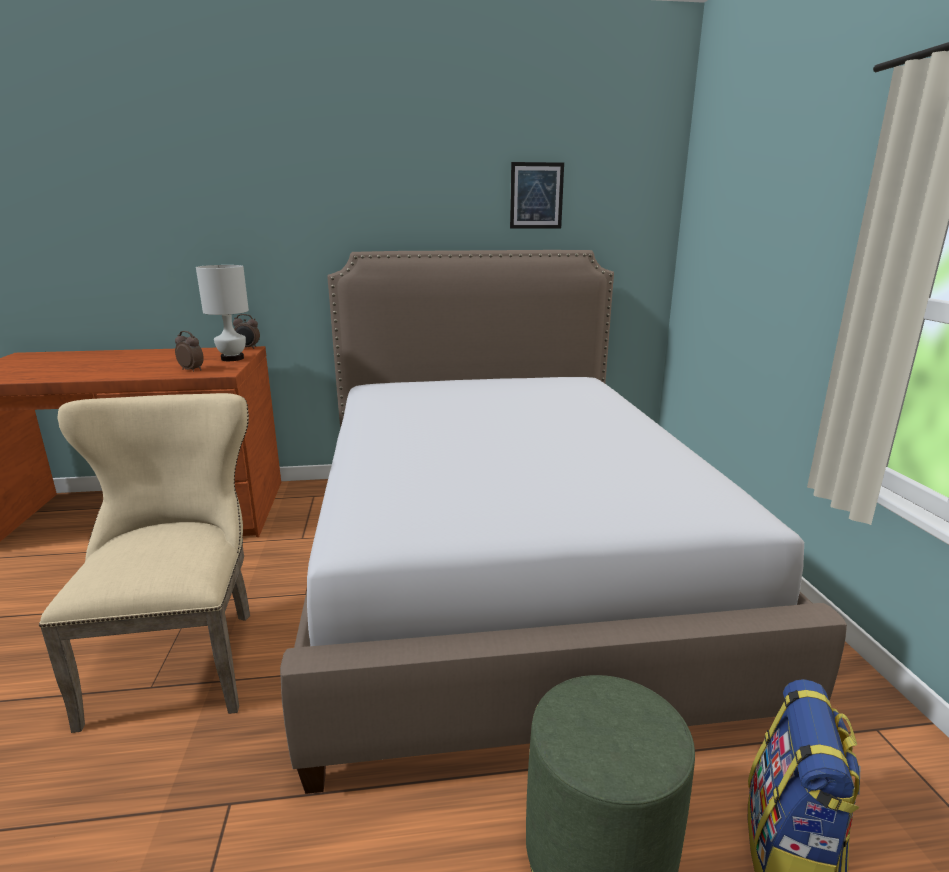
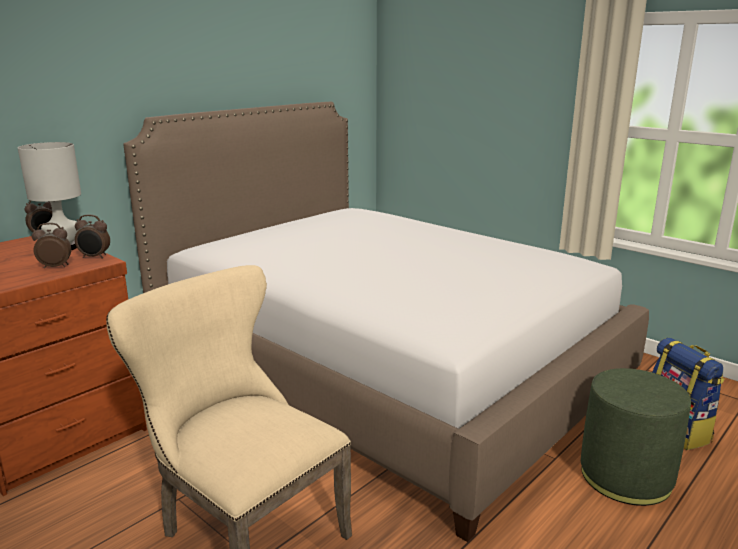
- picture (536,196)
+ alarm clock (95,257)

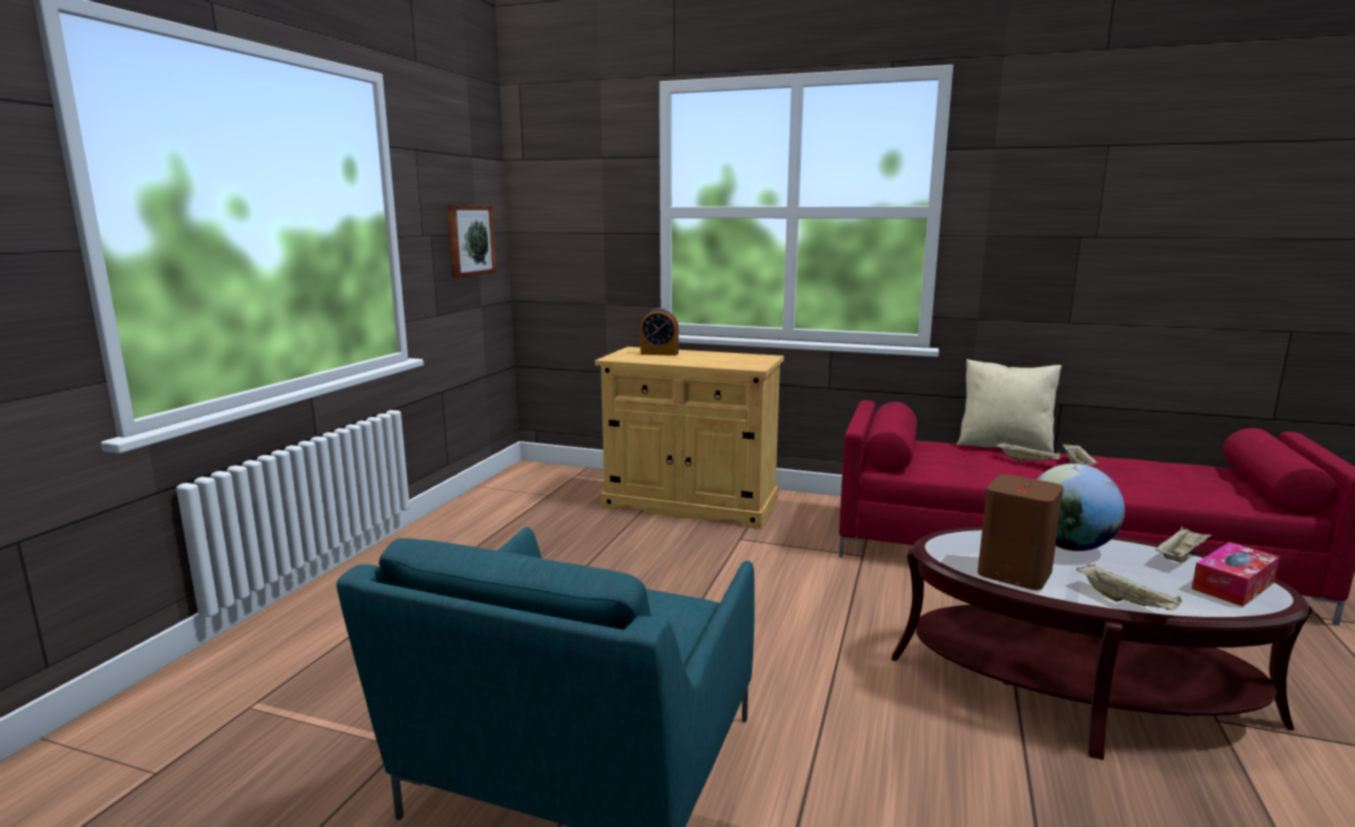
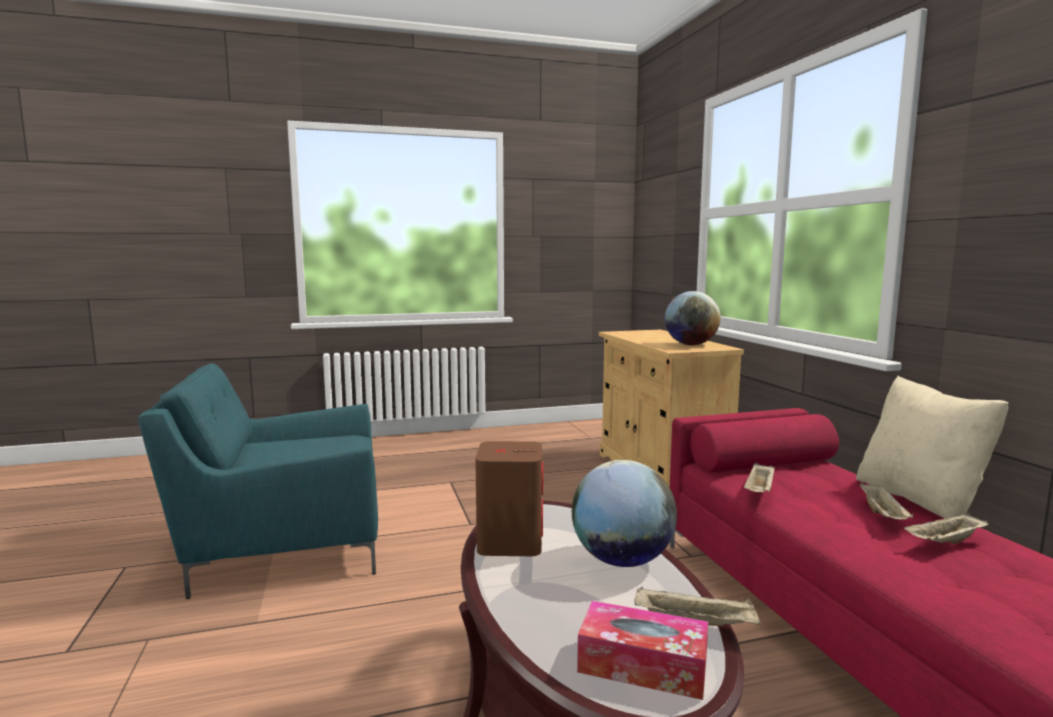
- picture (470,240)
- alarm clock (659,353)
~ beige tray (1126,602) to (759,491)
+ globe (691,344)

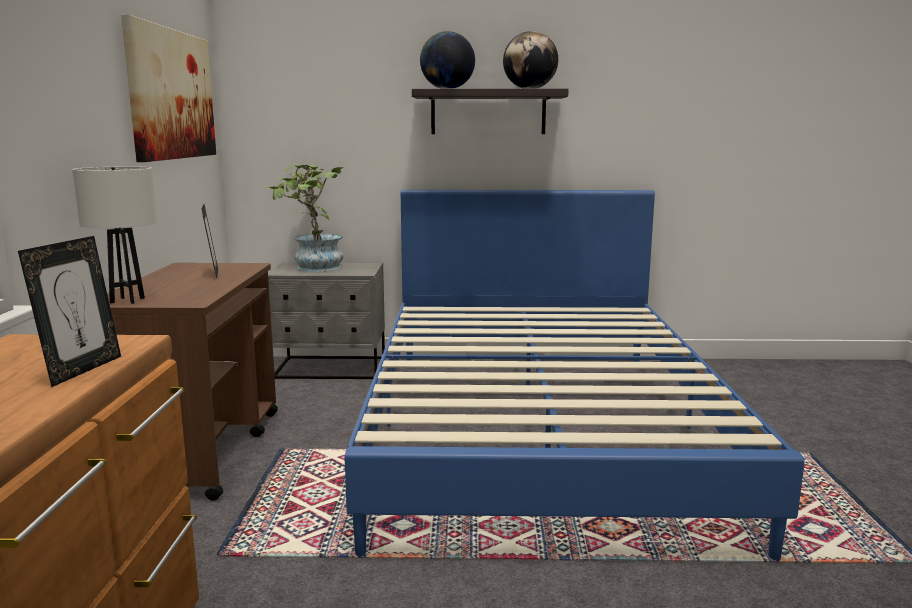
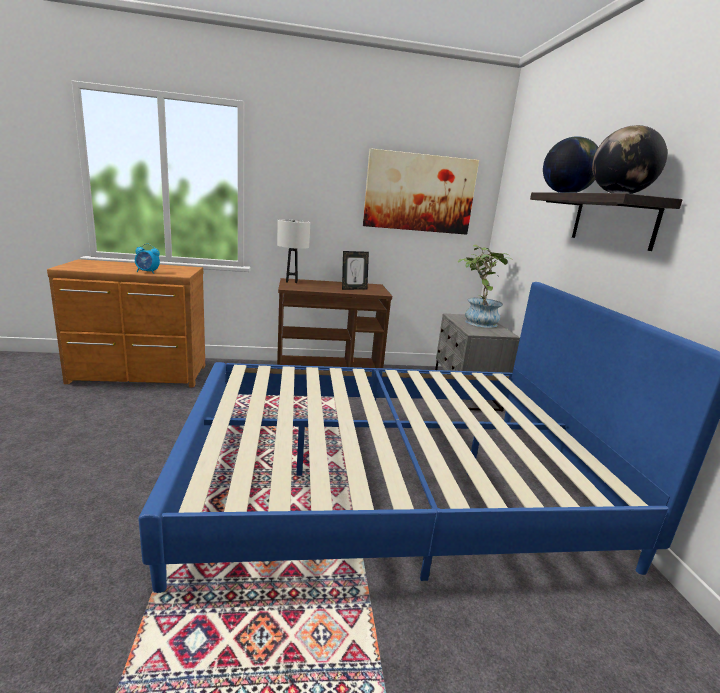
~ picture frame (81,370) to alarm clock (147,272)

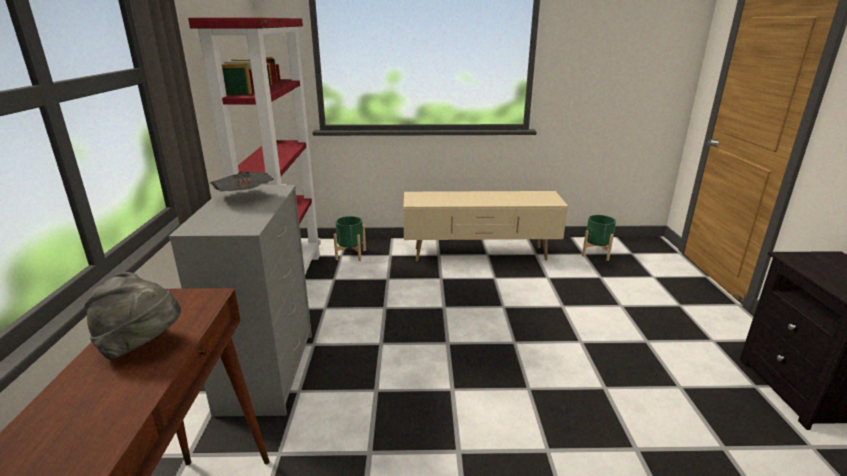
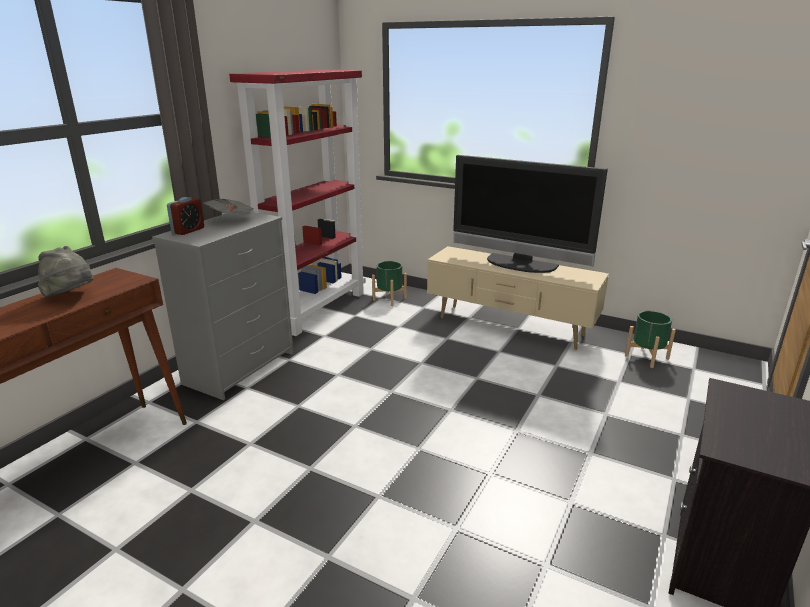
+ alarm clock (188,230)
+ television (519,264)

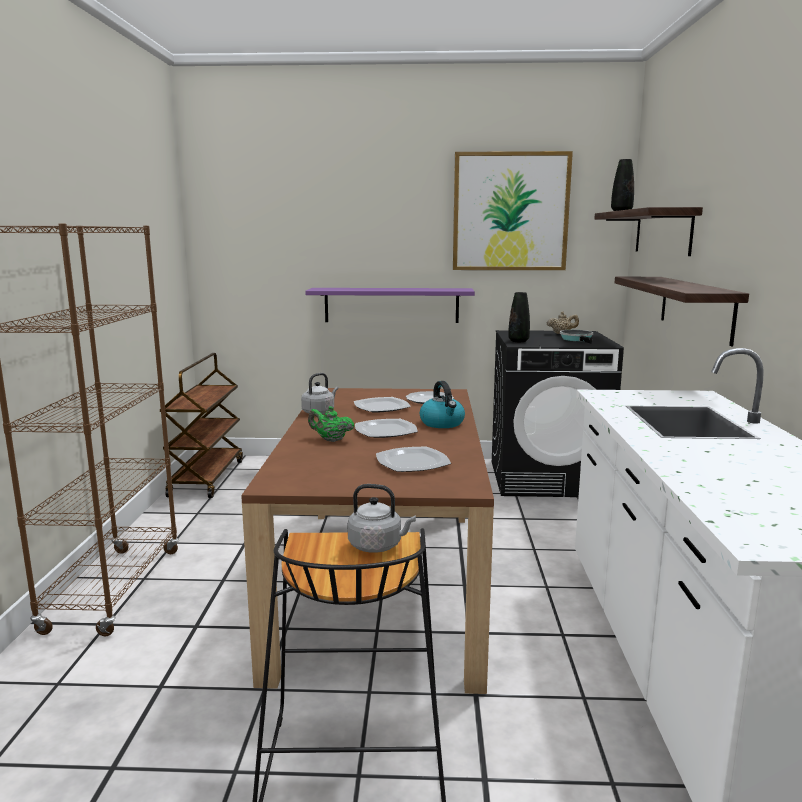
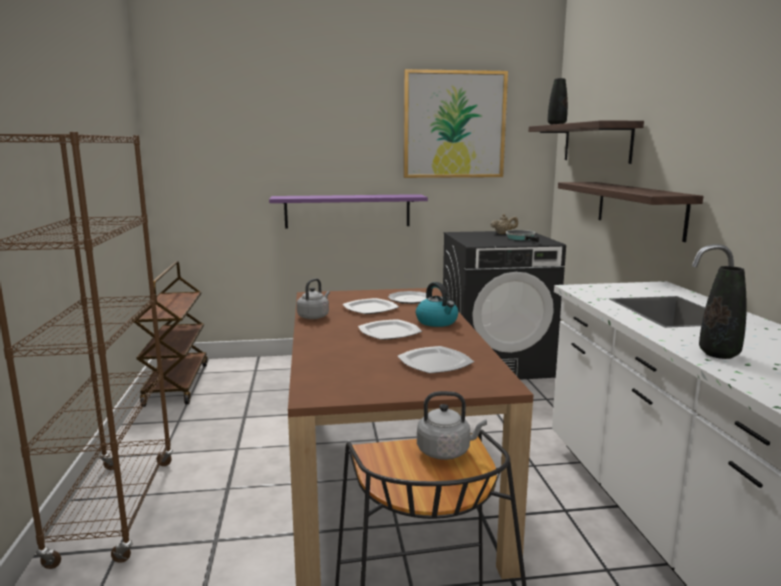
- green teapot (331,440)
~ black vase (518,341) to (719,354)

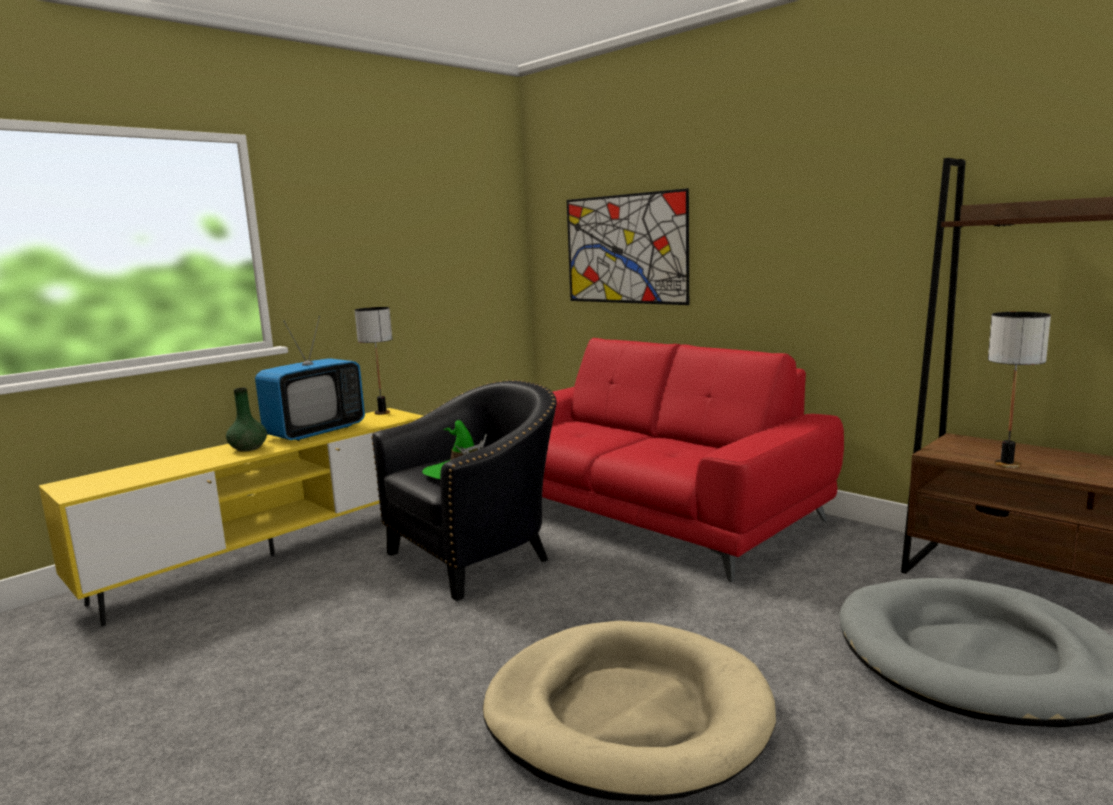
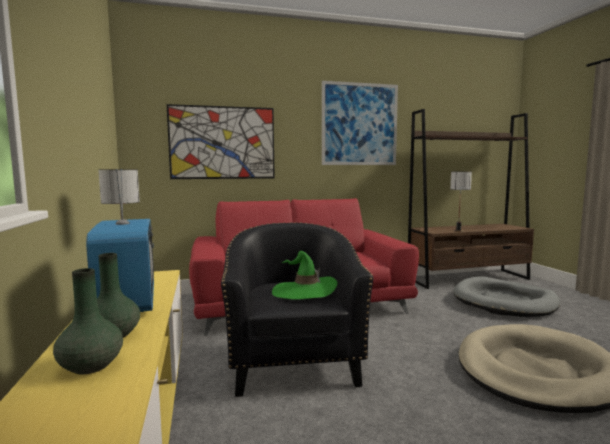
+ green vase (91,366)
+ picture (359,124)

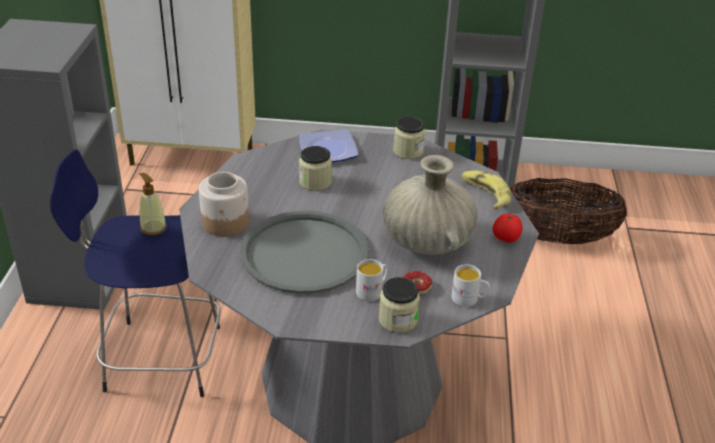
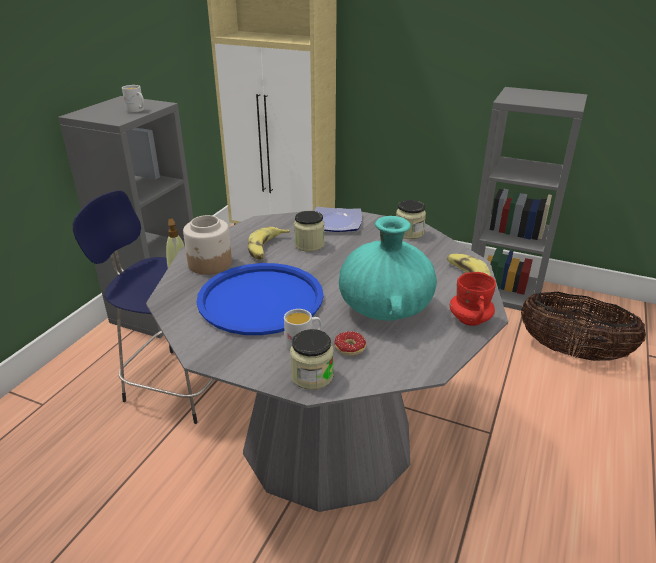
~ grey tray (304,253) to blue tray (260,299)
~ beige vase (427,240) to turquoise vase (385,308)
~ white mug (469,299) to (137,110)
~ tomato (506,238) to red mug (469,319)
+ banana (266,248)

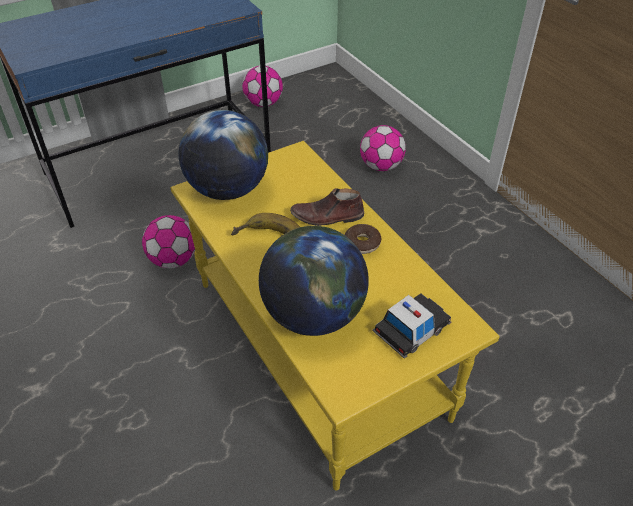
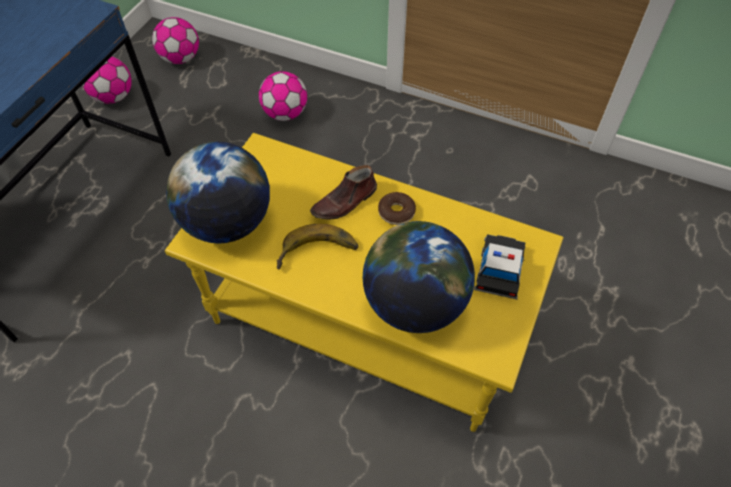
~ football (173,260) to (181,58)

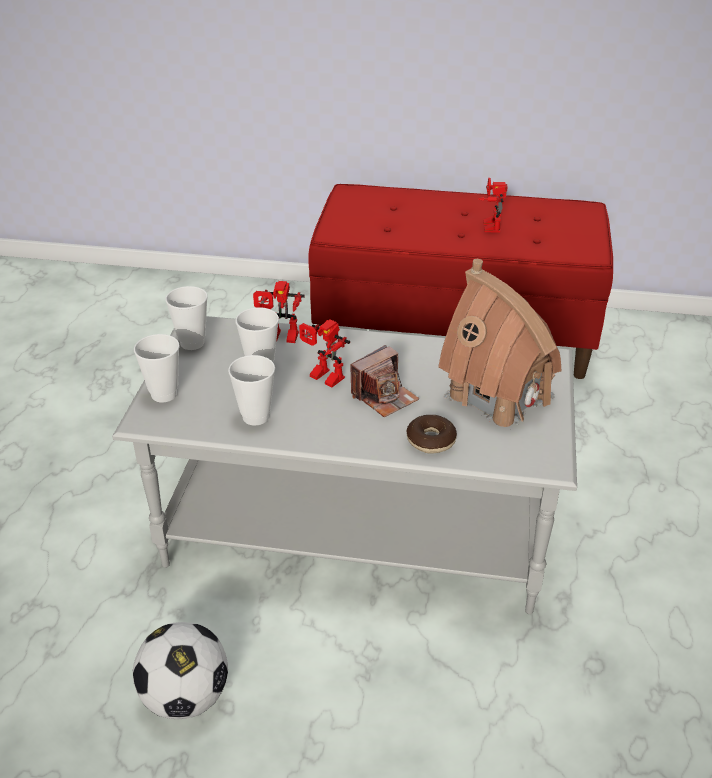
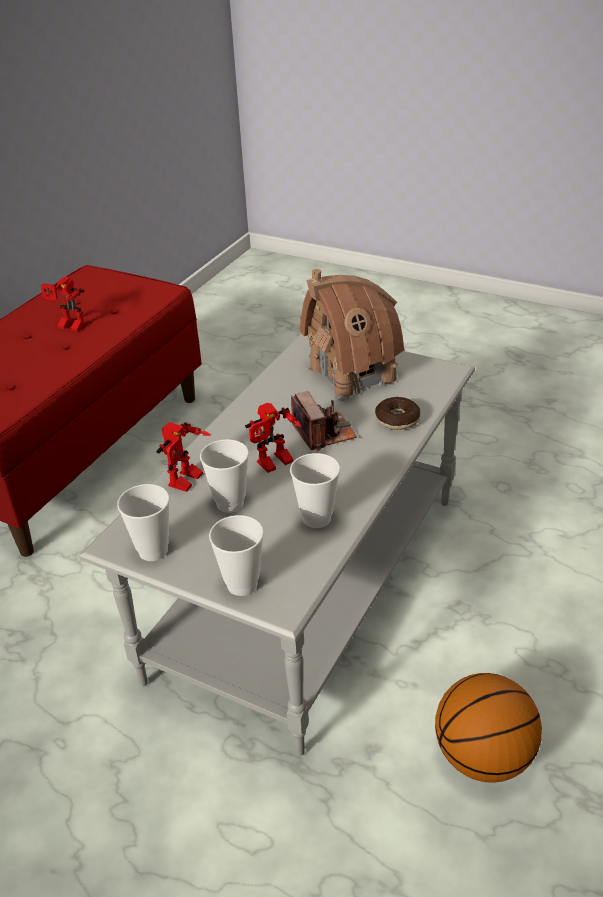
~ football (186,697) to basketball (482,756)

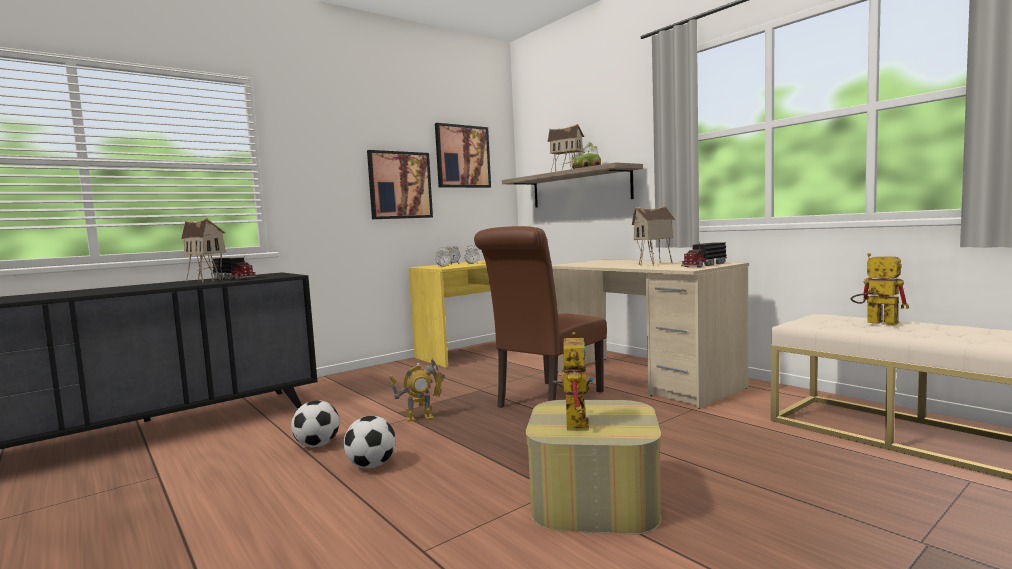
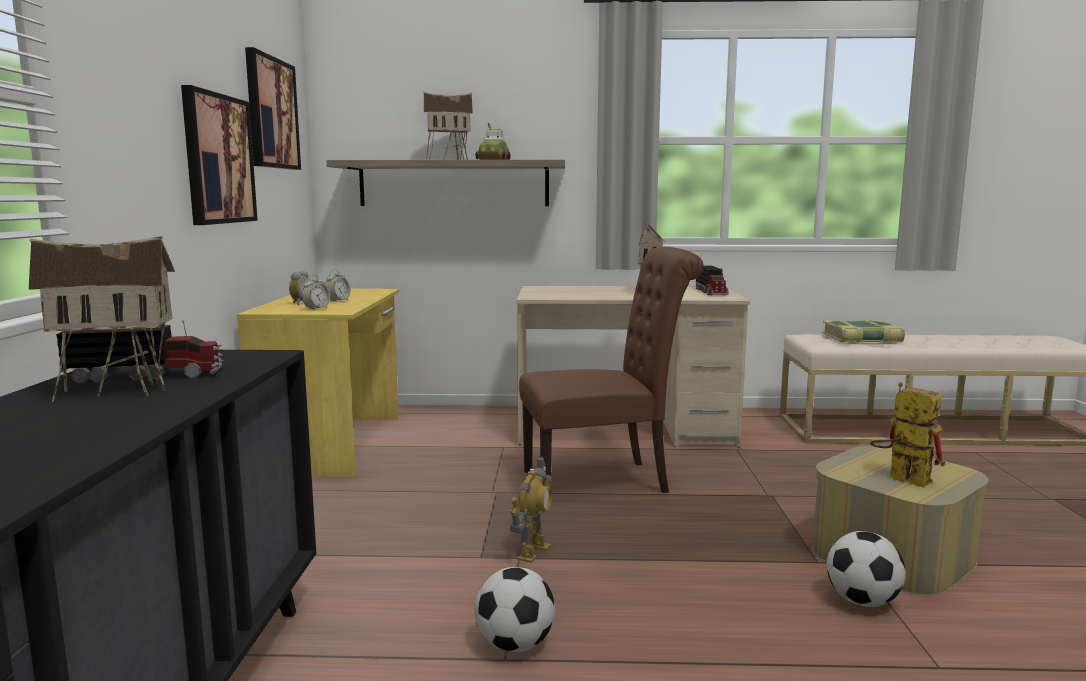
~ football (371,466) to (862,601)
~ brown chair (546,400) = (604,481) 90 degrees counterclockwise
~ toy robot (874,322) to book (862,338)

